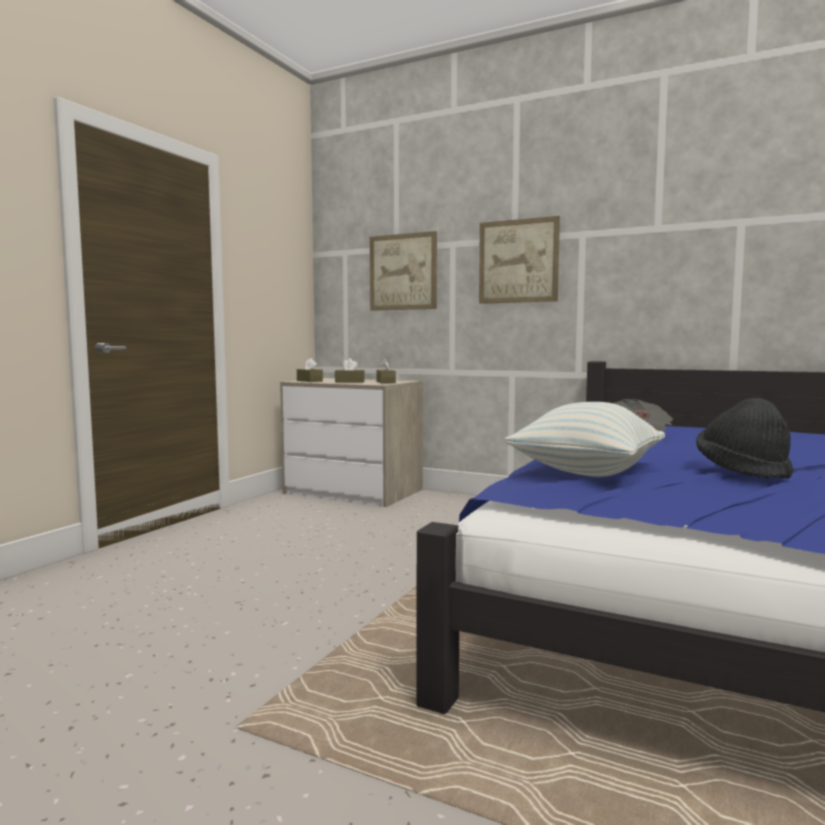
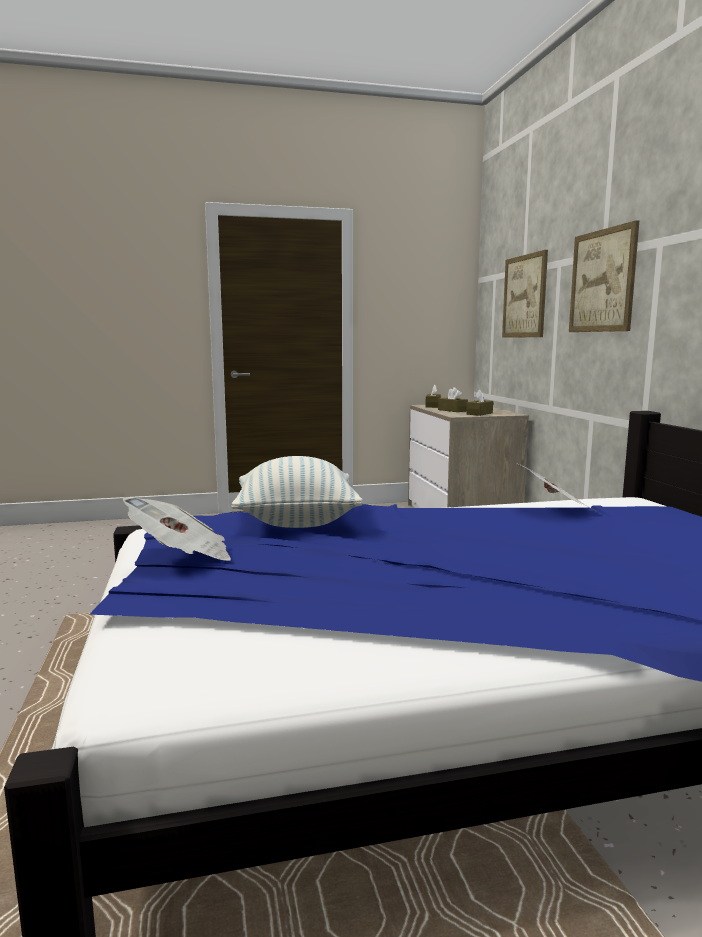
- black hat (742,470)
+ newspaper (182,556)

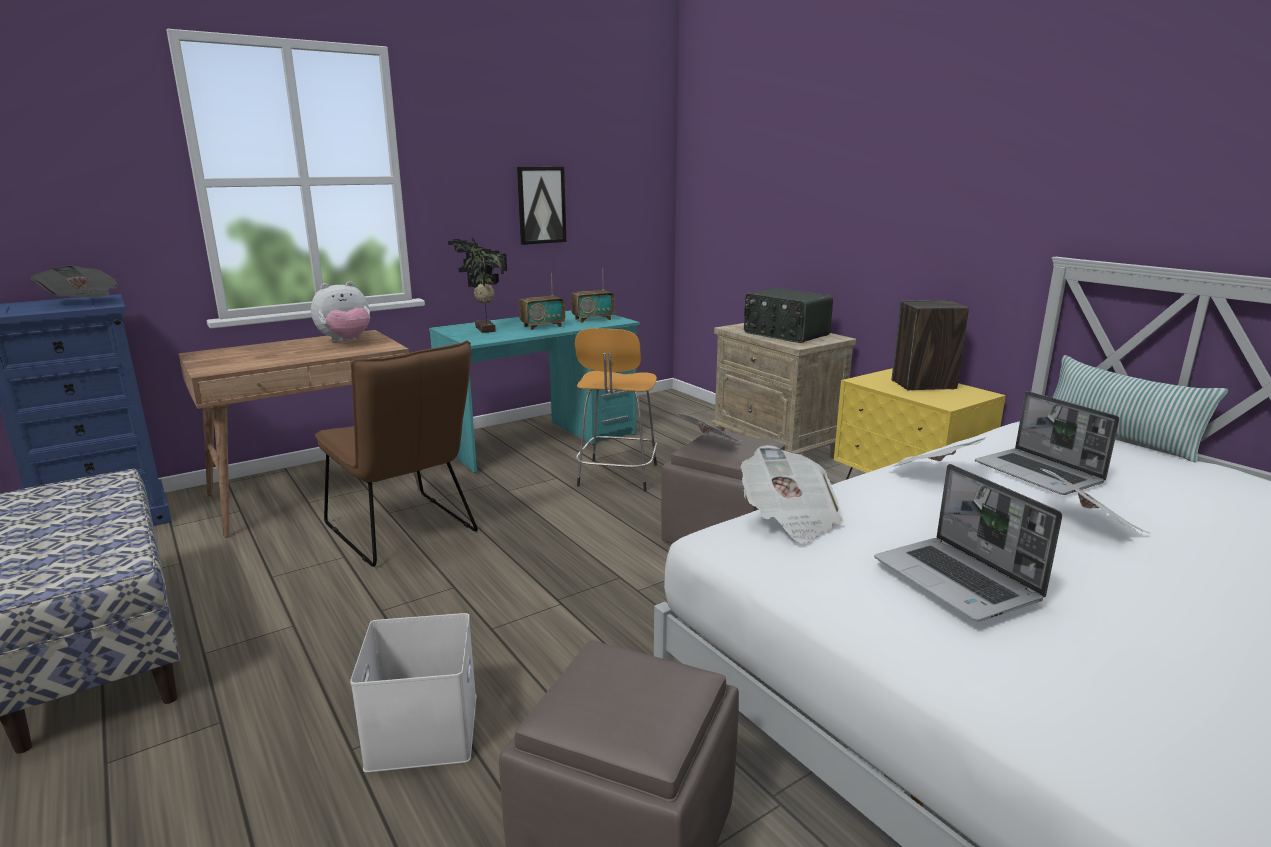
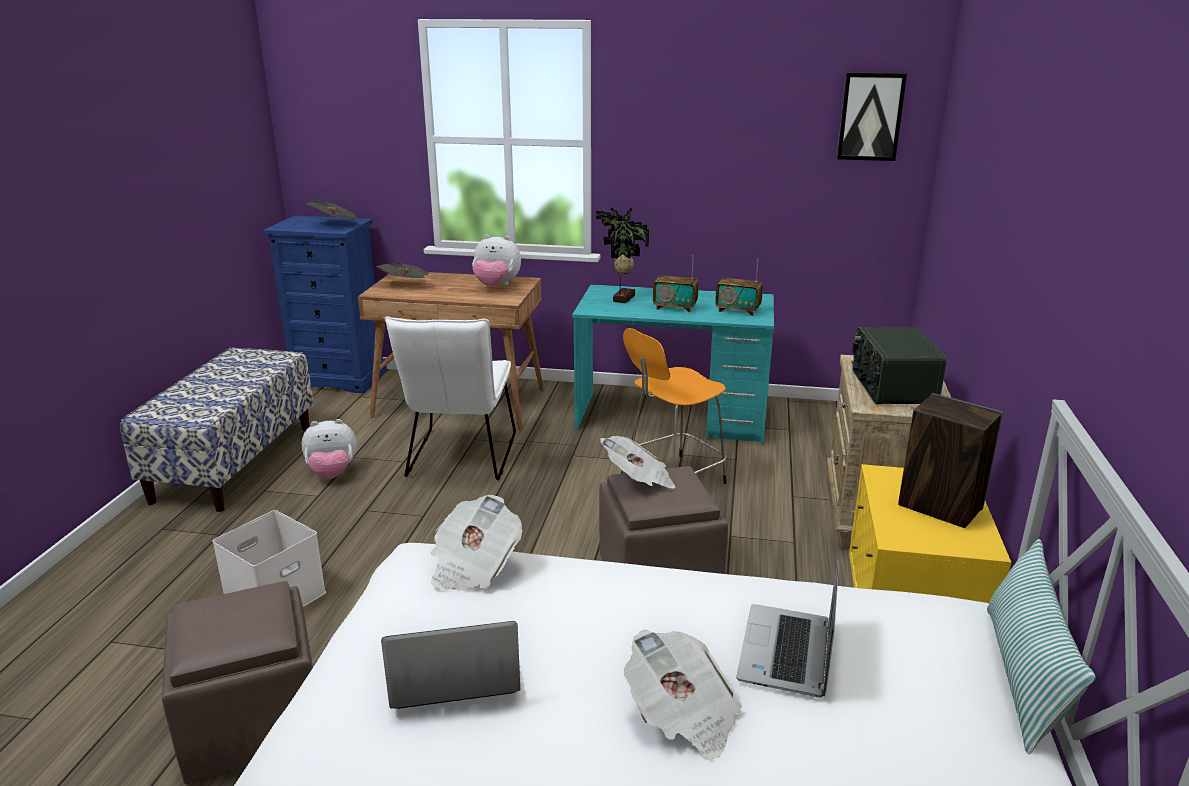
~ brown chair (405,532) to white chair (460,459)
~ picture (541,205) to (870,116)
~ laptop (958,581) = (452,675) 60 degrees clockwise
~ newspaper (931,475) to (406,285)
+ plush toy (332,474)

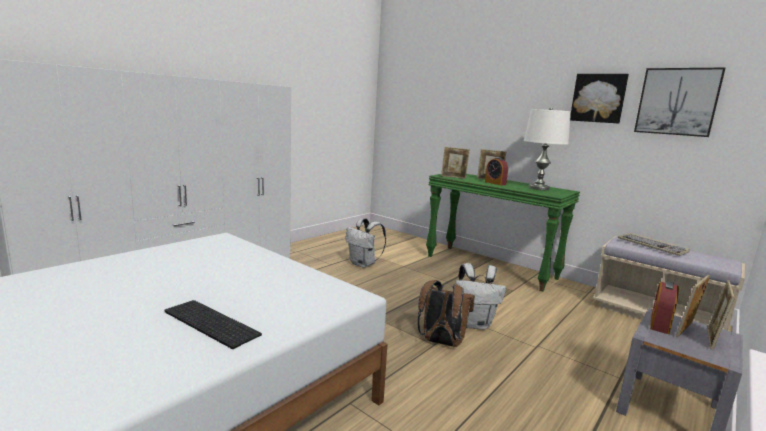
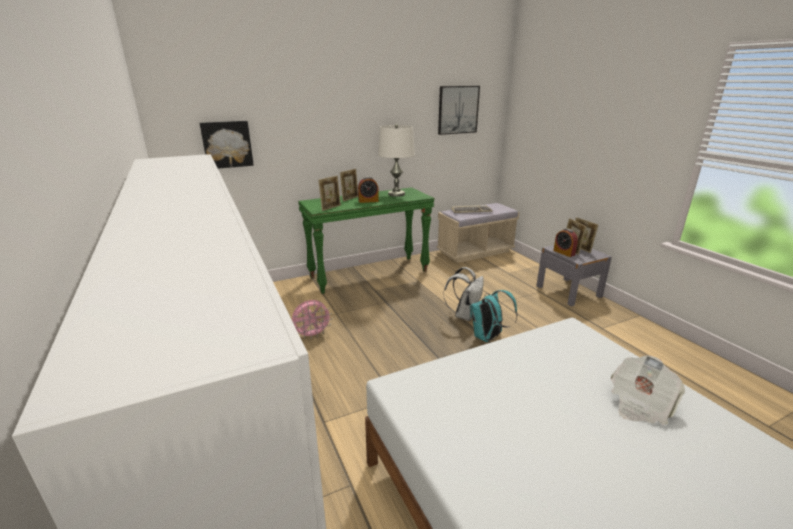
~ keyboard (208,323) to newspaper (640,403)
~ white backpack (363,264) to pink fan (312,335)
~ brown backpack (440,342) to turquoise backpack (488,337)
~ picture (598,98) to (227,144)

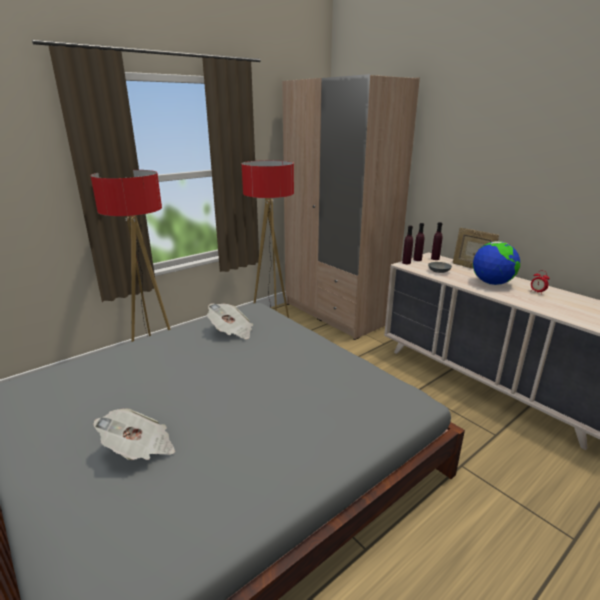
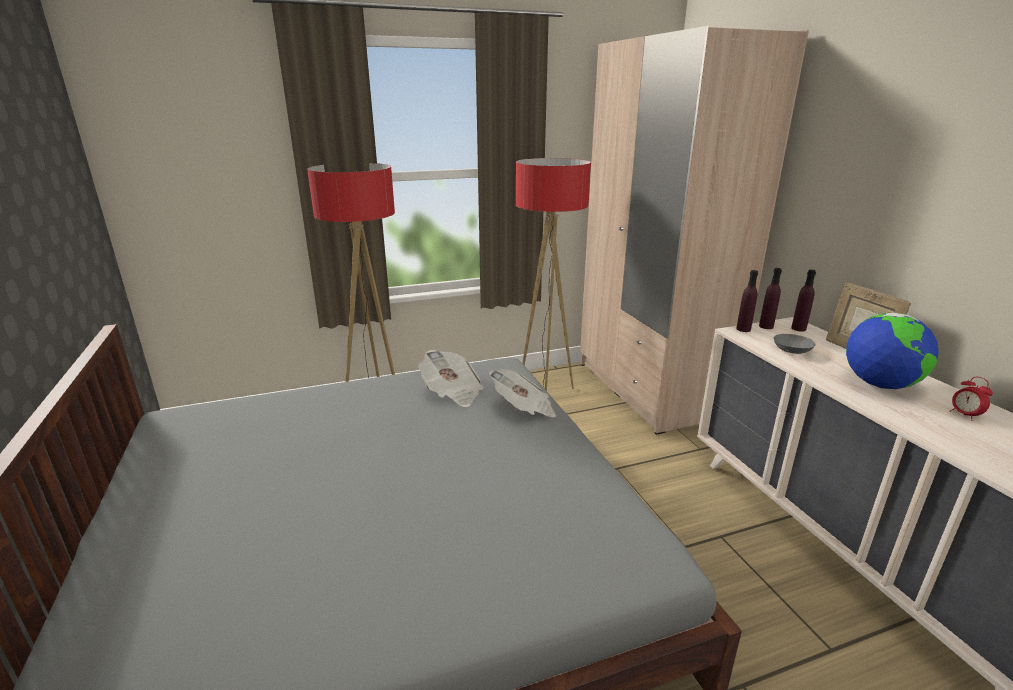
~ newspaper (140,449) to (523,409)

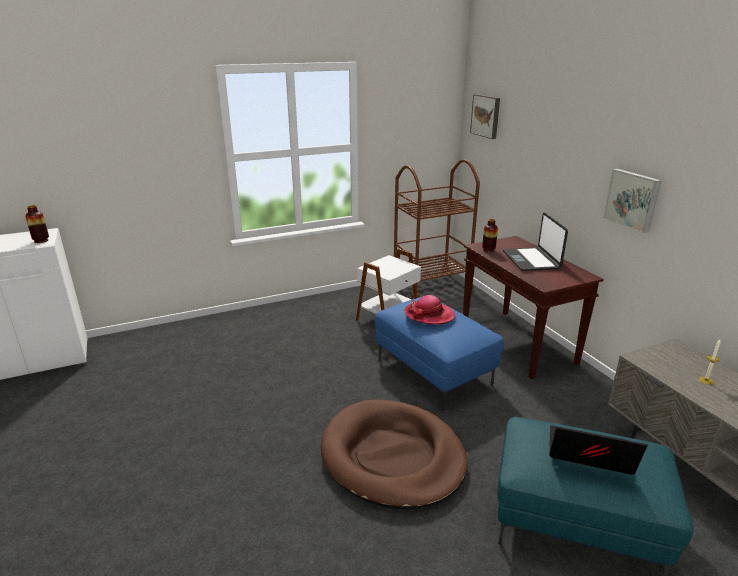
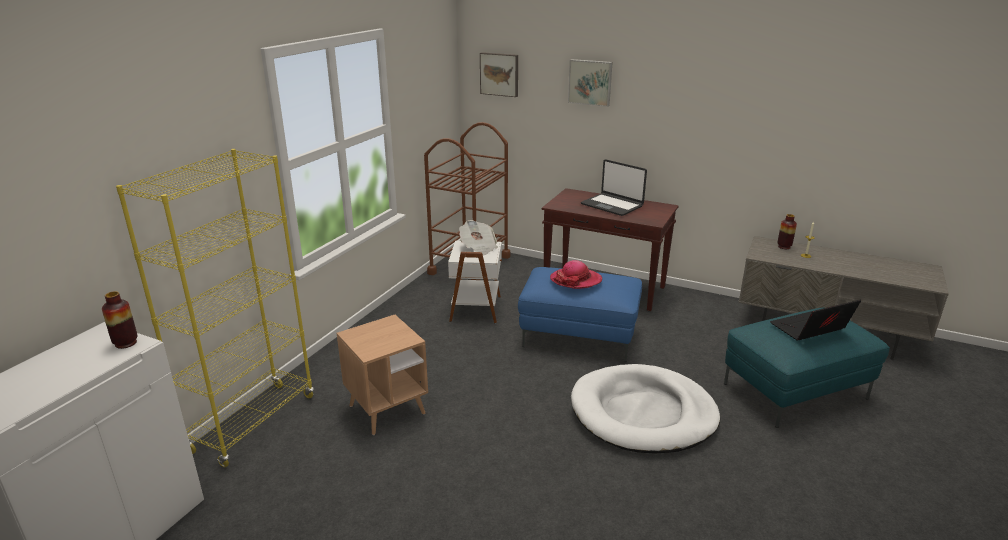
~ brown dog bed (392,457) to white dog bed (643,413)
~ vase (488,250) to (784,247)
~ picture (632,199) to (590,82)
+ yellow bookcase (254,423)
+ brown side table (387,410)
+ newspaper (478,247)

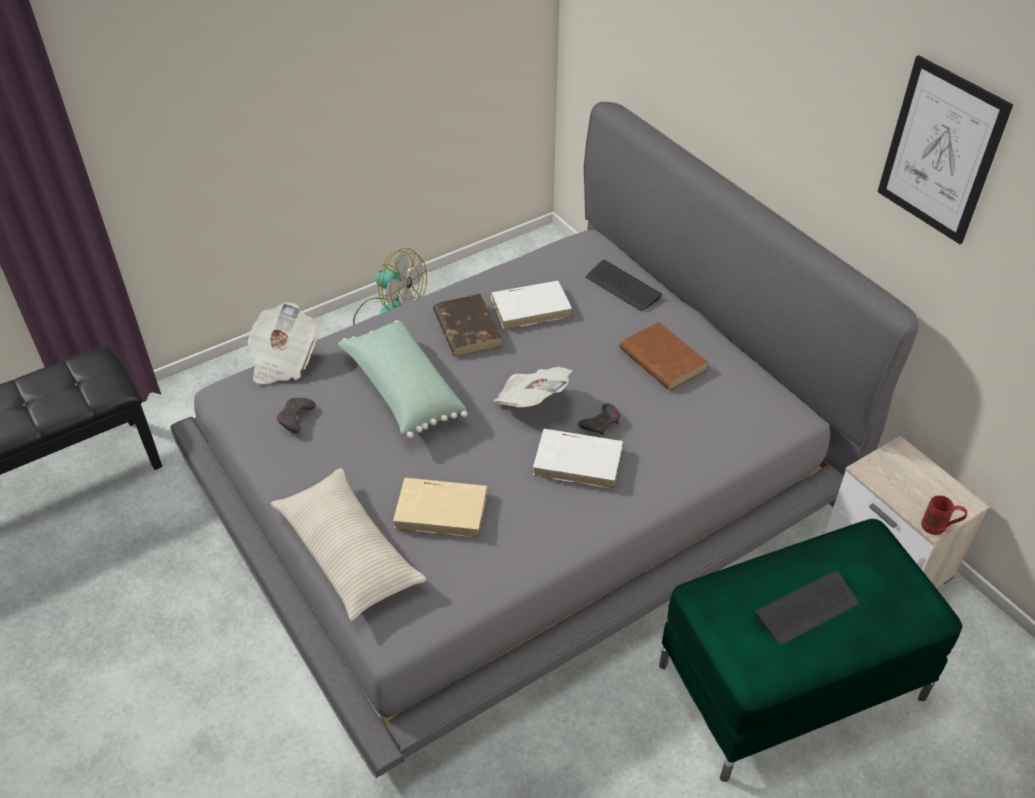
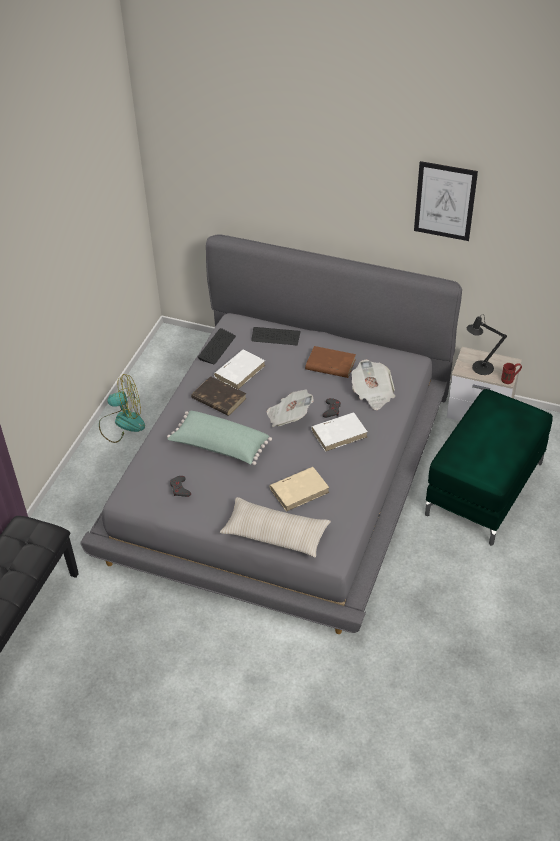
~ newspaper (282,360) to (372,394)
~ keyboard (806,609) to (217,347)
+ black table lamp (479,368)

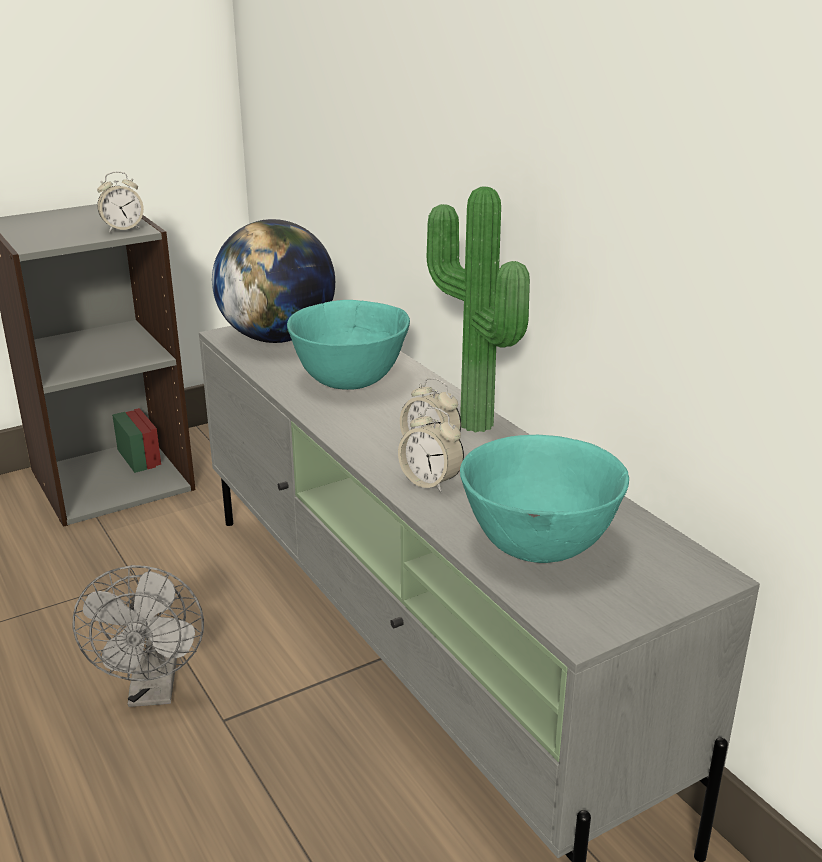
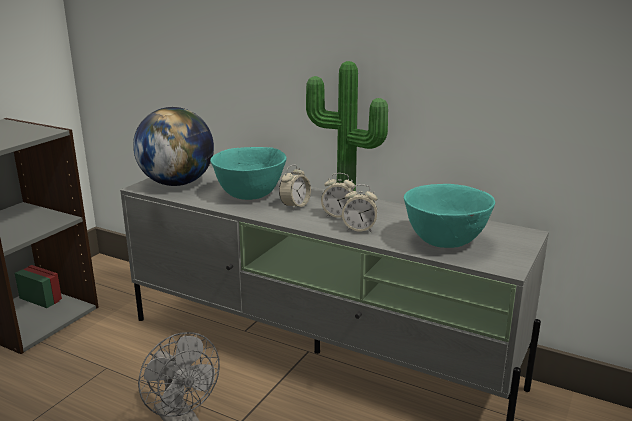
~ alarm clock (123,229) to (295,206)

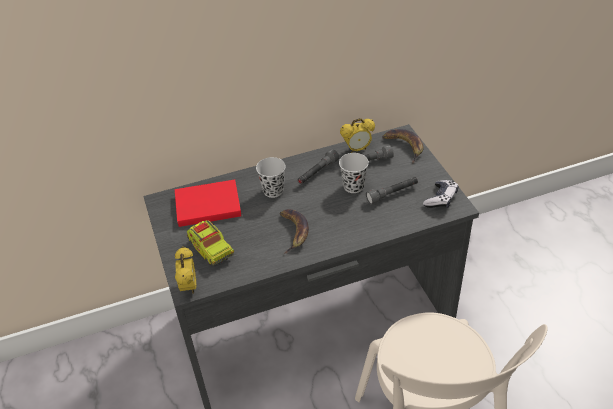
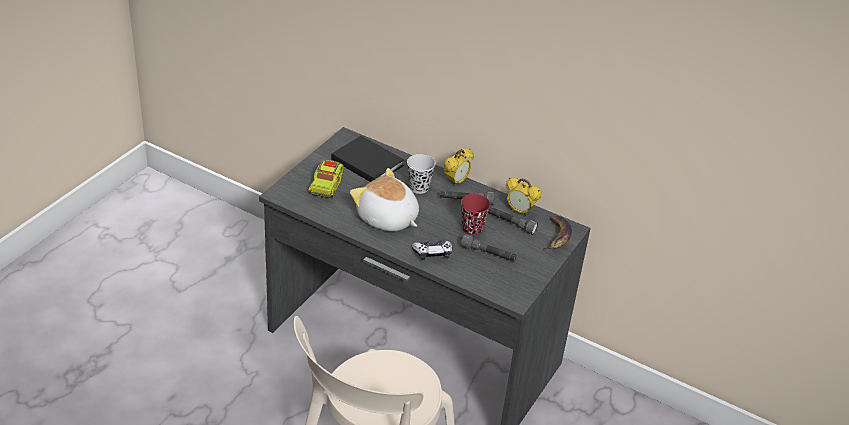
~ red book (206,205) to black book (366,161)
~ alarm clock (189,287) to (456,182)
~ banana (294,232) to plush toy (387,219)
~ black cup (353,186) to red cup (472,228)
~ game controller (441,199) to (432,254)

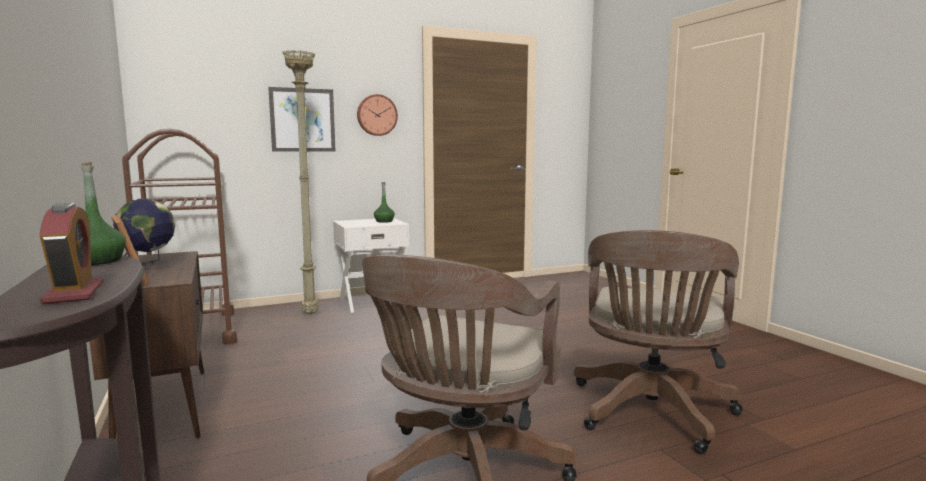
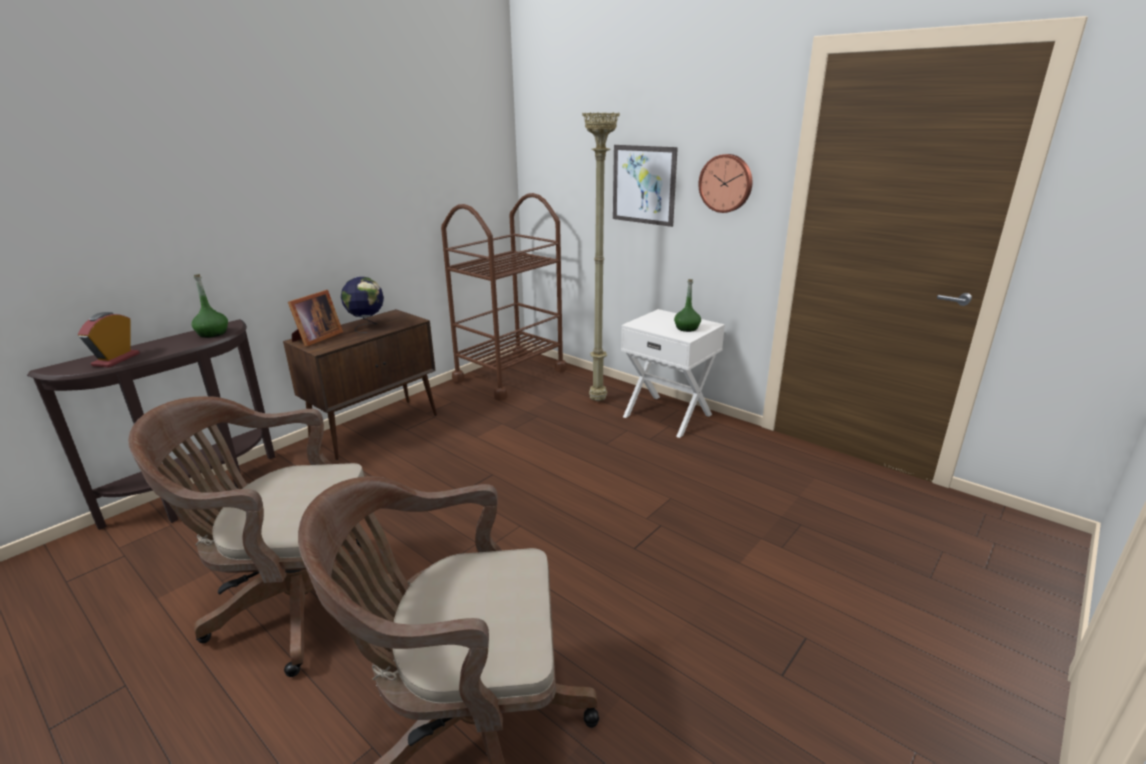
~ alarm clock (74,293) = (116,359) 150 degrees clockwise

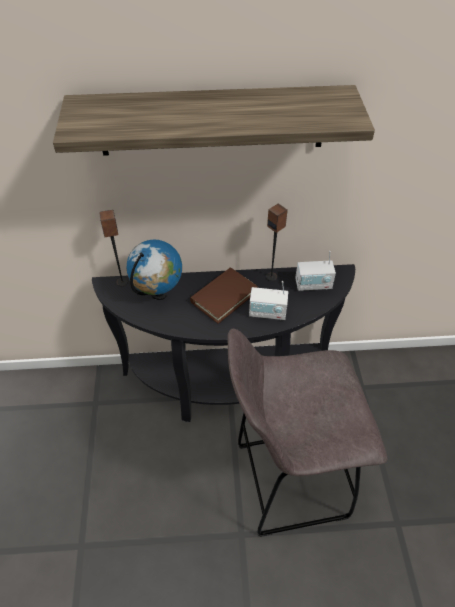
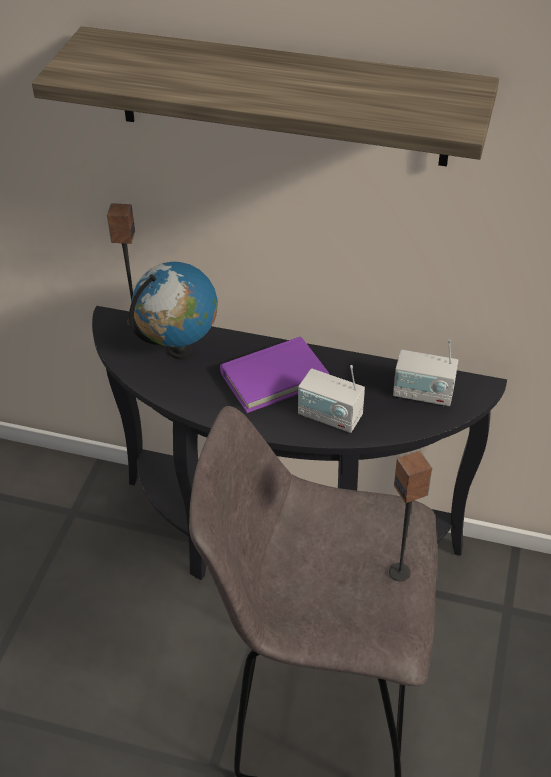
~ brown book (224,297) to purple book (274,378)
~ speaker (271,276) to (400,572)

